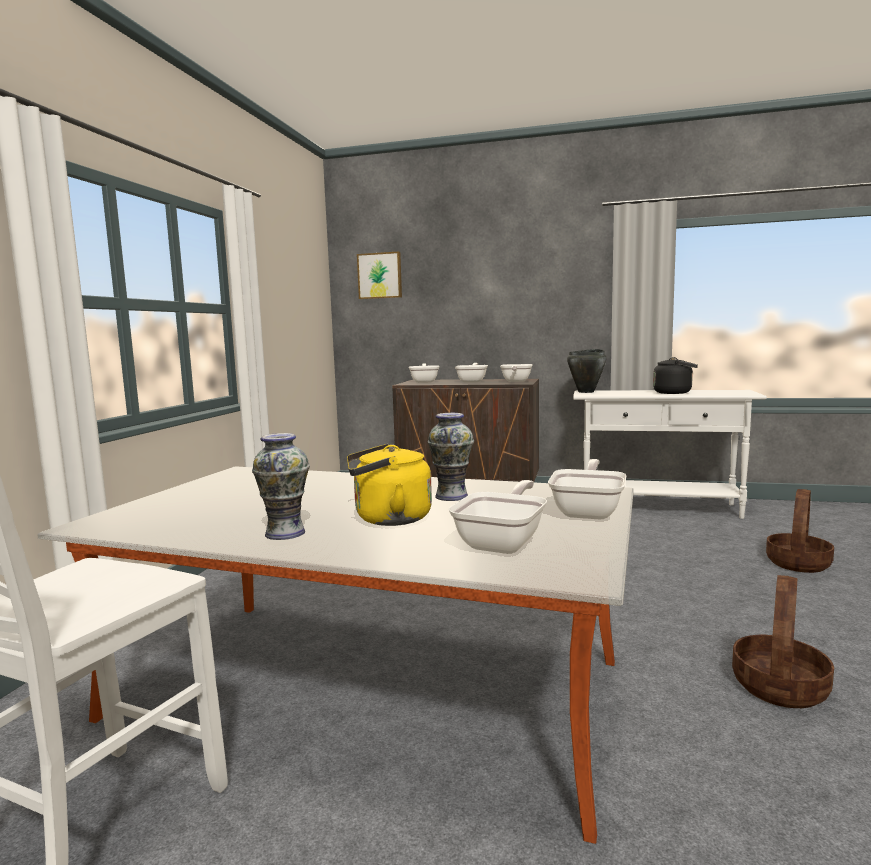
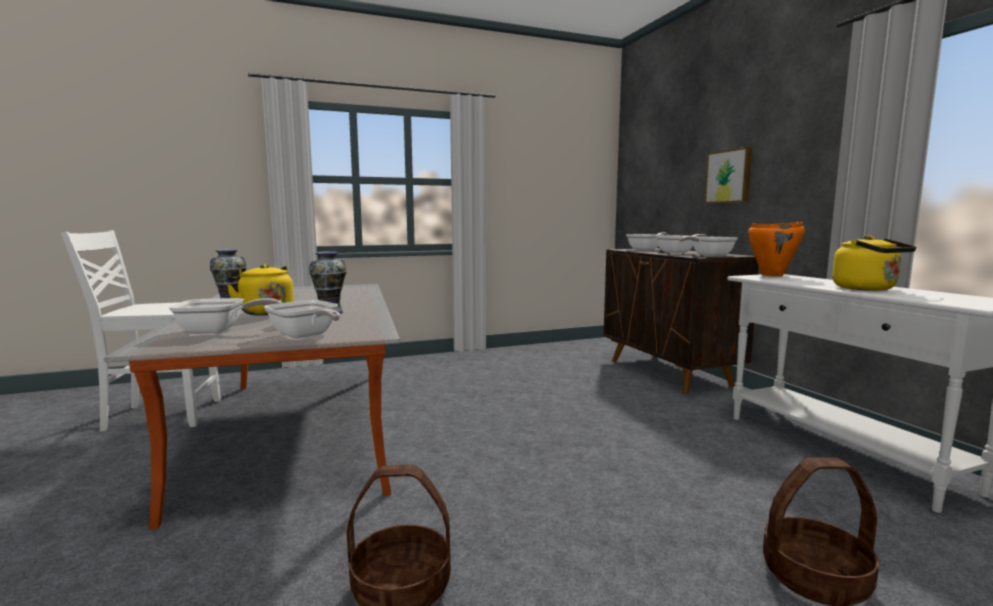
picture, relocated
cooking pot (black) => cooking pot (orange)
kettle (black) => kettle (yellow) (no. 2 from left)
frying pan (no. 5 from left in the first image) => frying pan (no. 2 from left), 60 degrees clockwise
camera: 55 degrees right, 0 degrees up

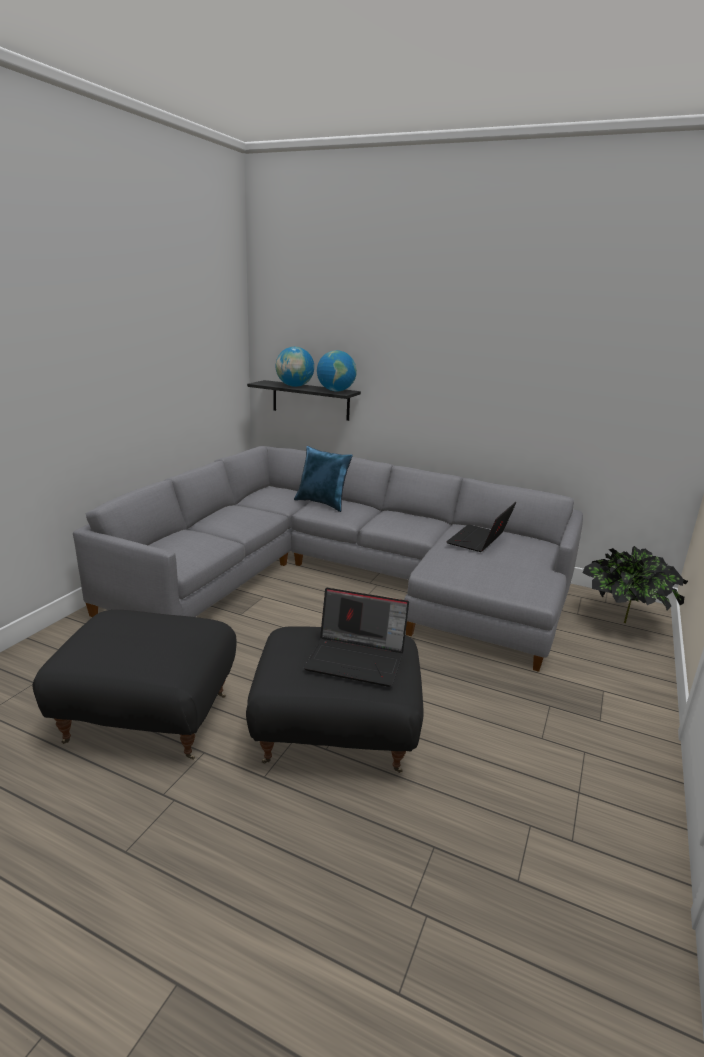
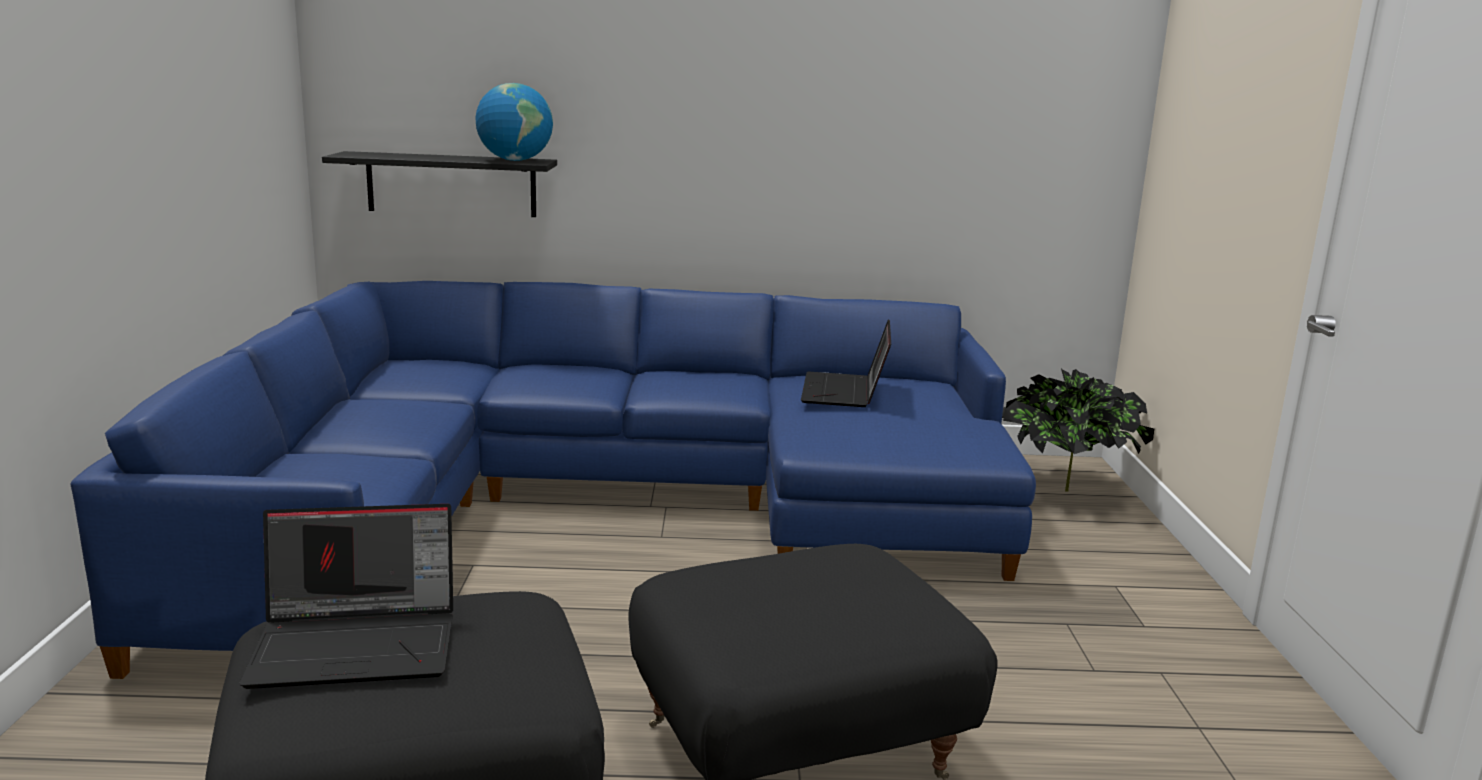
globe (no. 1 from left) => nothing
sofa (grey) => sofa (blue)
pillow (blue) => nothing
laptop (no. 1 from left), relocated
camera: 25 degrees left, 5 degrees down

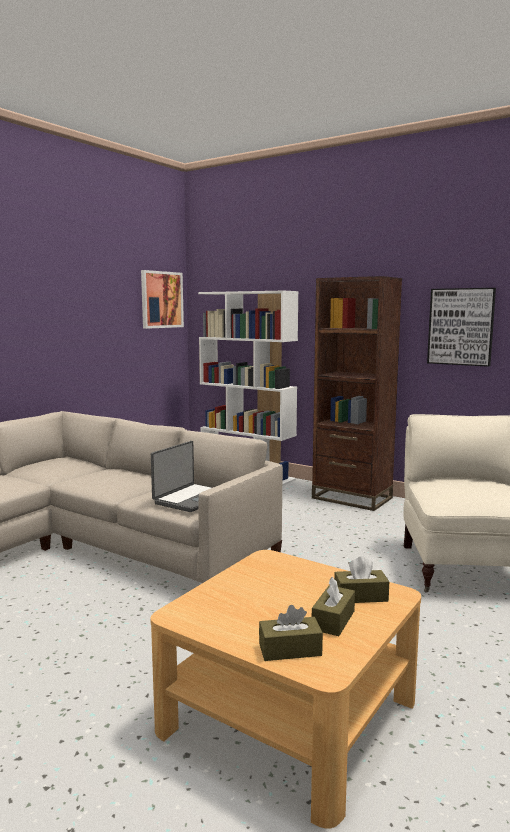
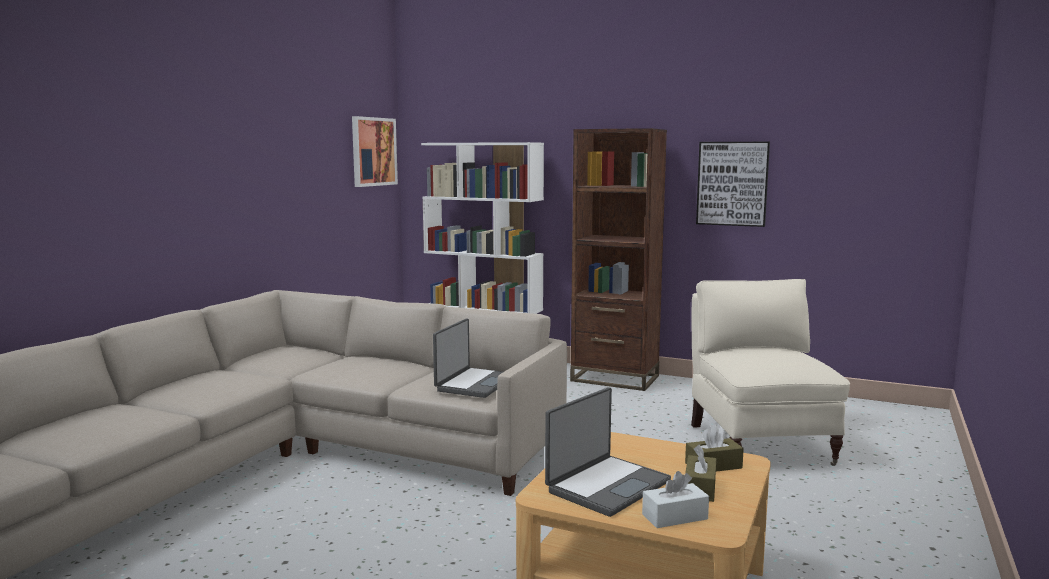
tissue box (brown) (no. 1 from left) => tissue box (white)
nothing => laptop (no. 2 from left)
camera: 10 degrees left, 0 degrees up

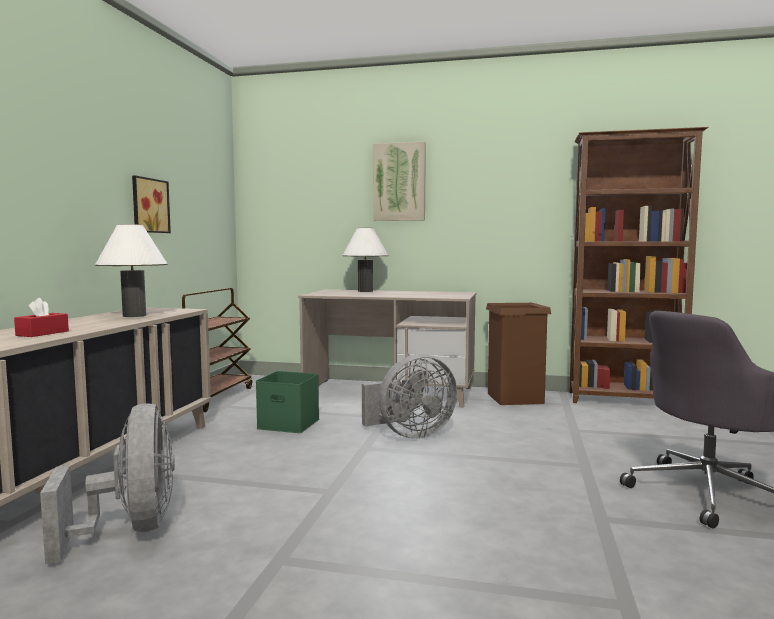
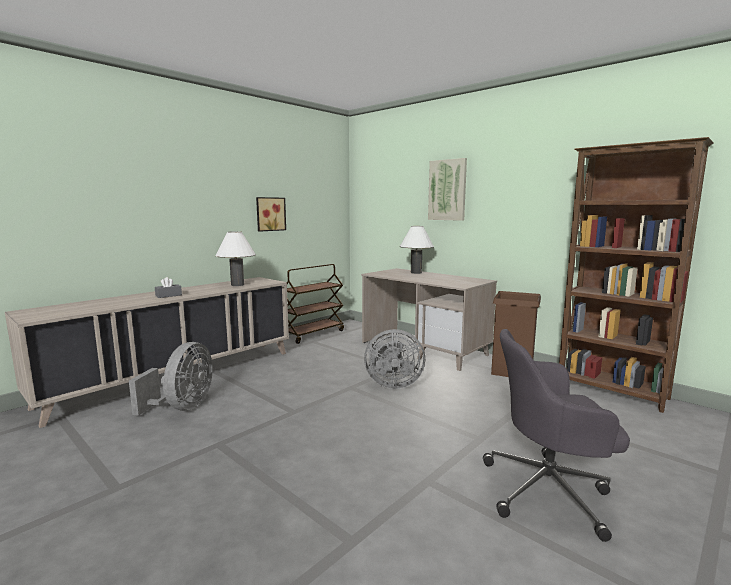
tissue box (red) => tissue box (grey)
storage box (green) => nothing
camera: 30 degrees right, 5 degrees up

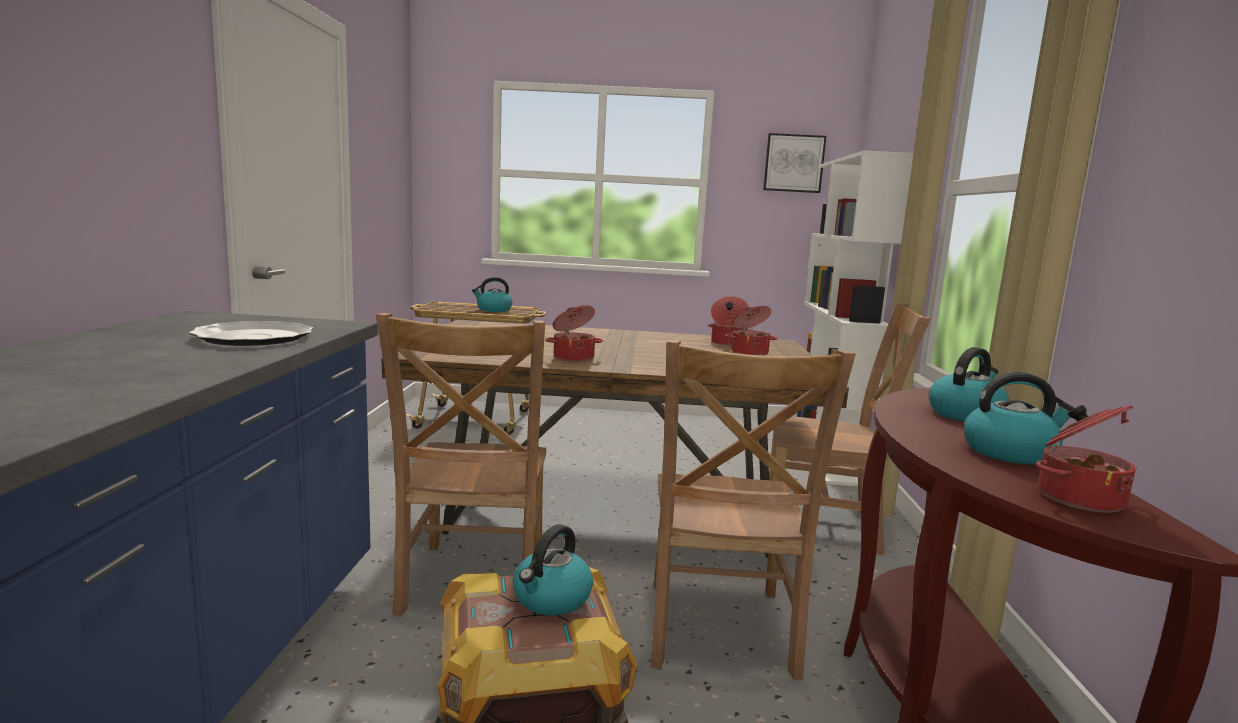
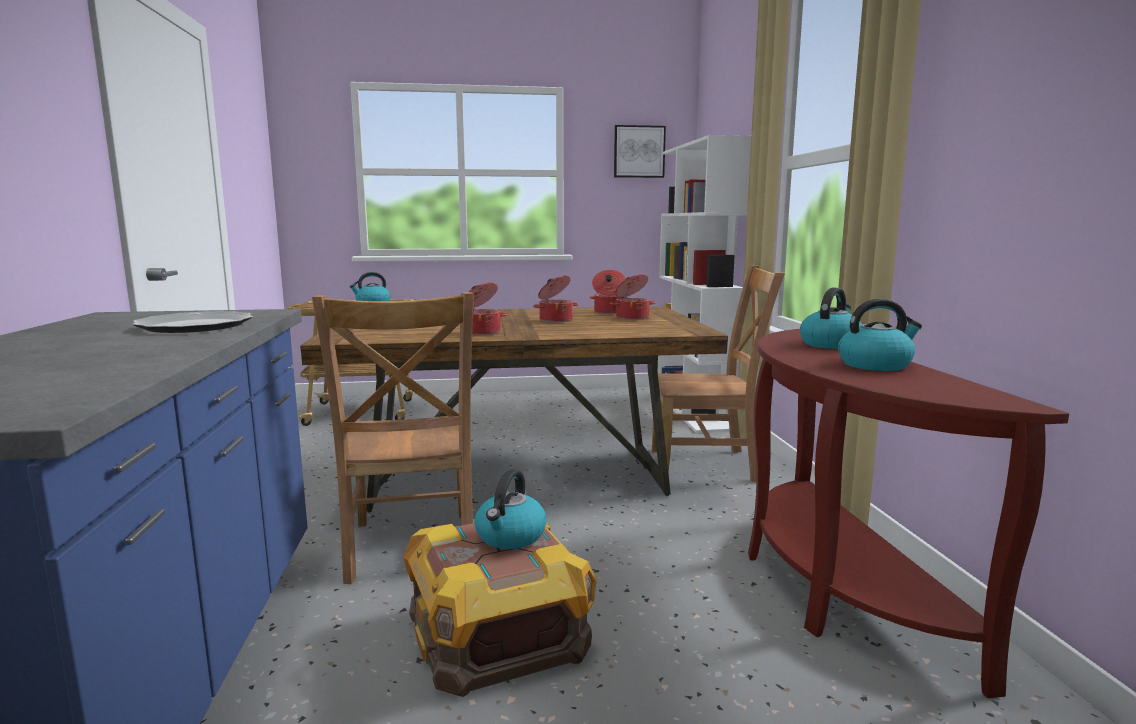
chair (brown) (no. 2 from left) => nothing
cooking pot (no. 4 from left in the first image) => cooking pot (no. 2 from left), relocated
camera: 10 degrees left, 0 degrees up

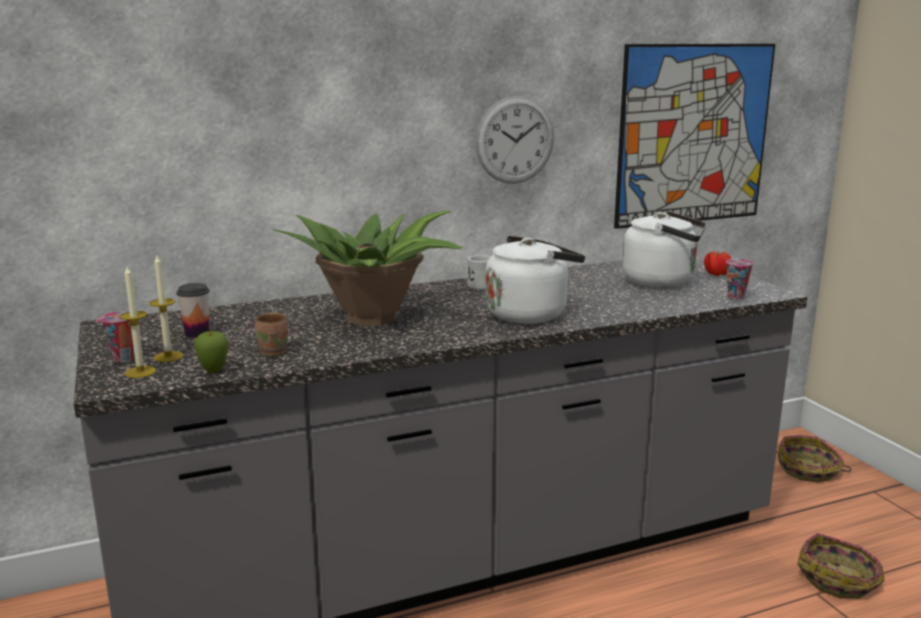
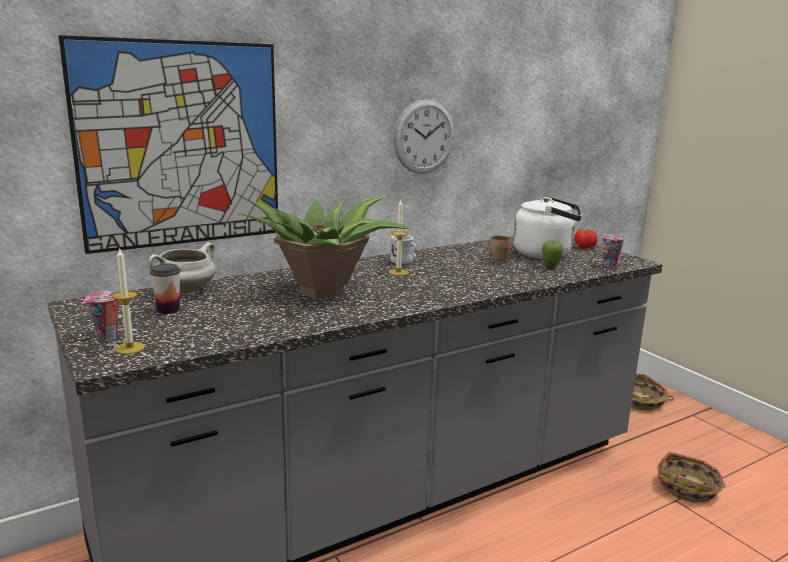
picture, relocated
kettle (white) (no. 1 from left) => nothing
candle (no. 2 from left), relocated
mug (brown), relocated
apple, relocated
nothing => cooking pot (white)
camera: 10 degrees left, 0 degrees up

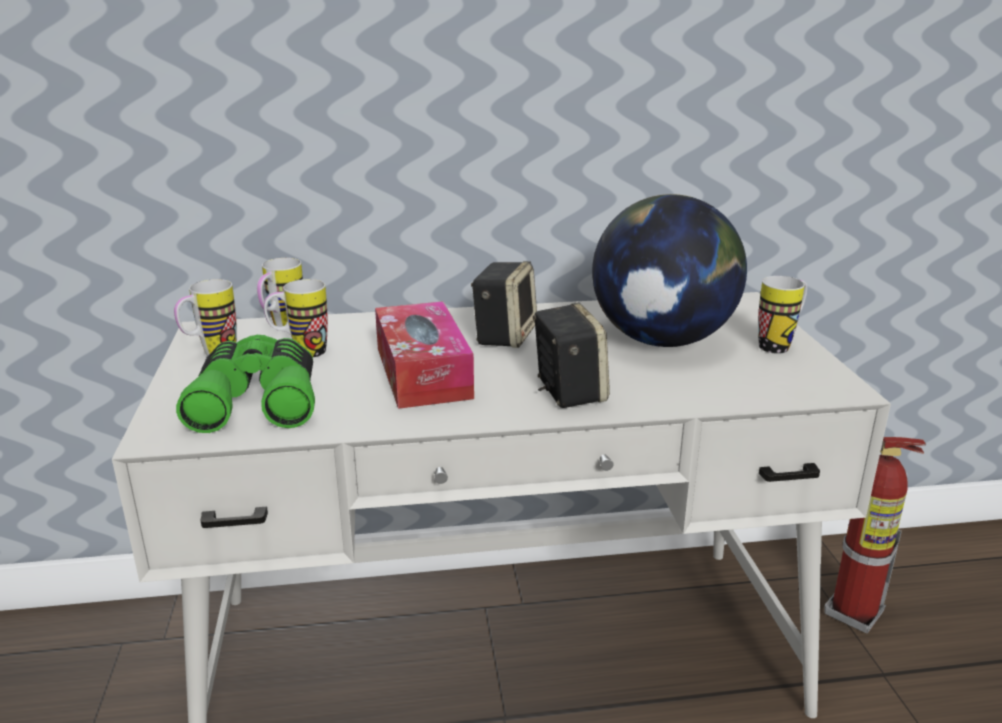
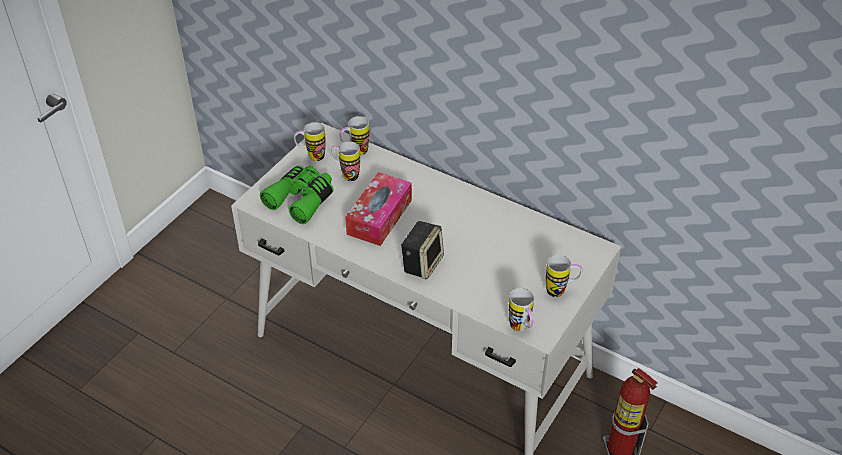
globe => nothing
speaker (no. 1 from left) => nothing
nothing => mug (no. 4 from left)
camera: 40 degrees right, 20 degrees up

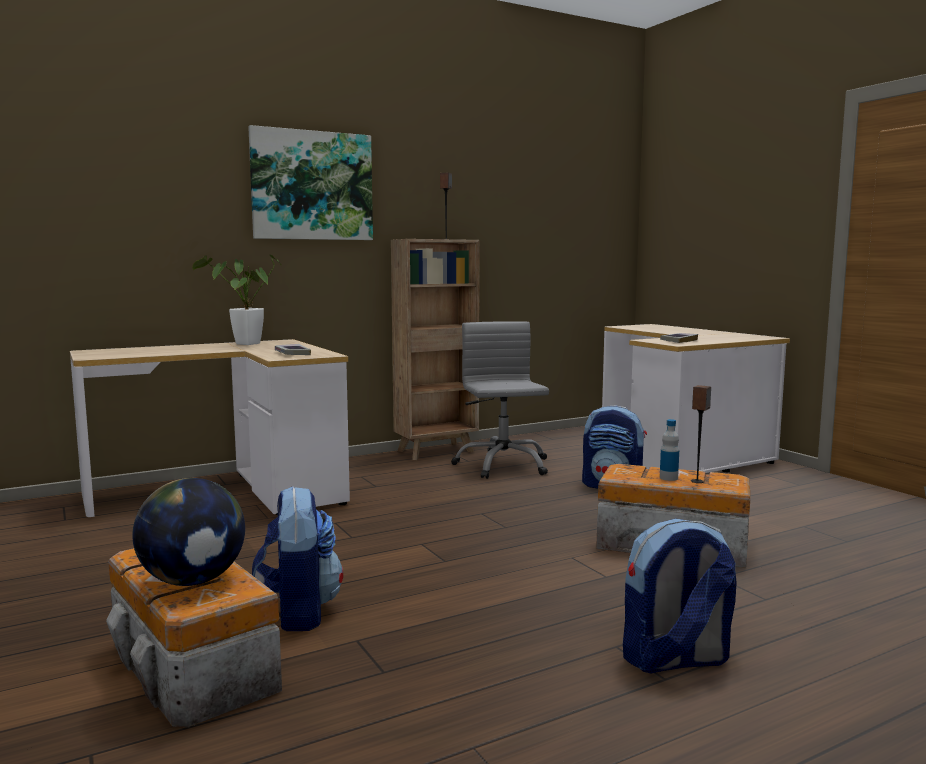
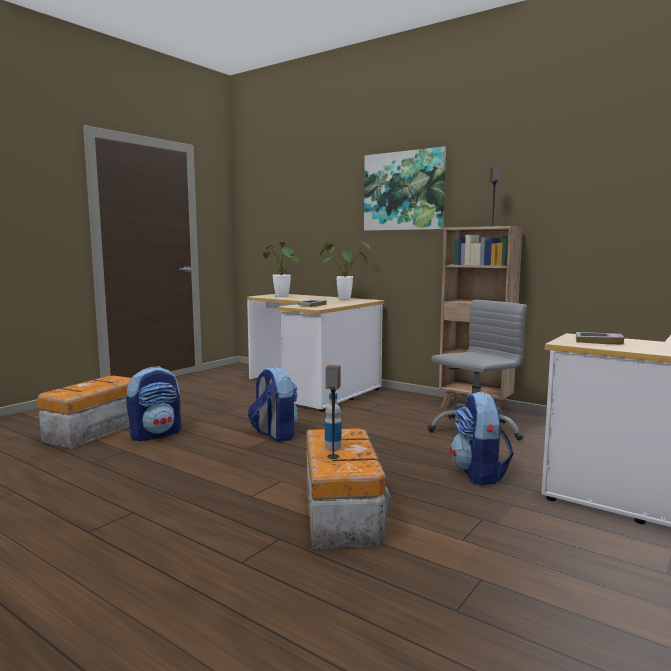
globe => nothing
backpack (no. 3 from left in the first image) => backpack (no. 2 from left), relocated
nothing => potted plant (no. 1 from left)
camera: 65 degrees right, 0 degrees up

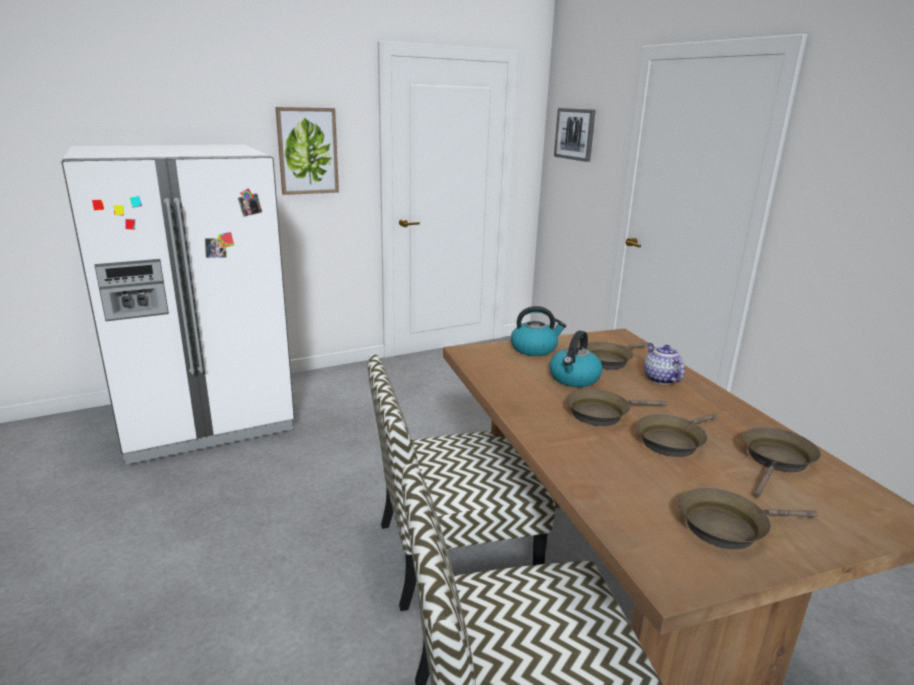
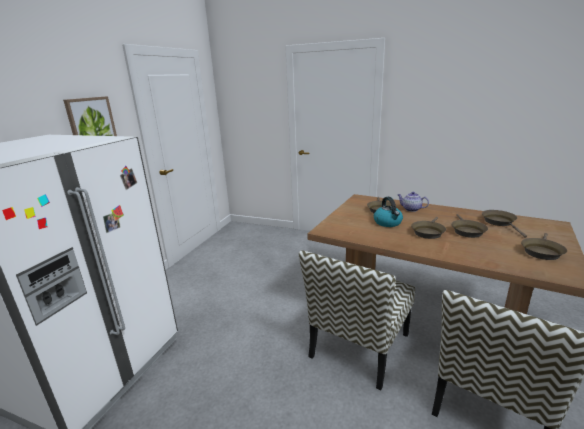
picture (no. 2 from left) => nothing
kettle (no. 1 from left) => nothing
camera: 40 degrees left, 0 degrees up

